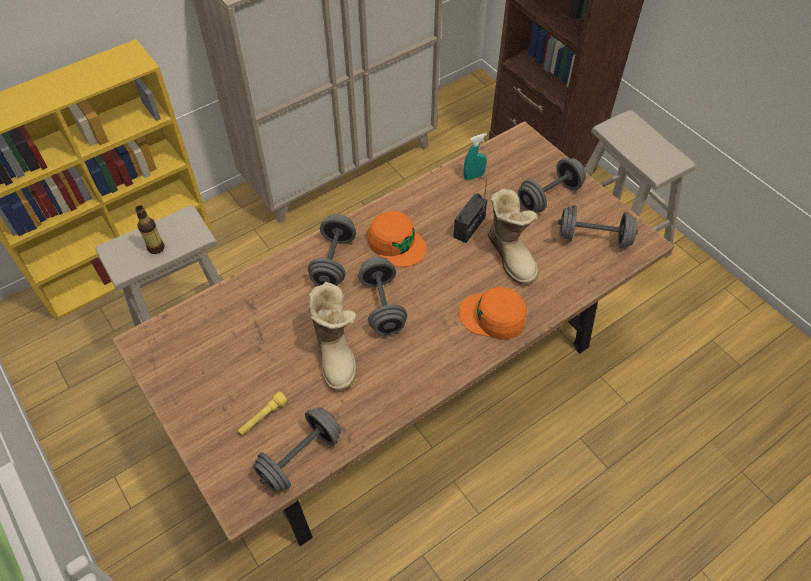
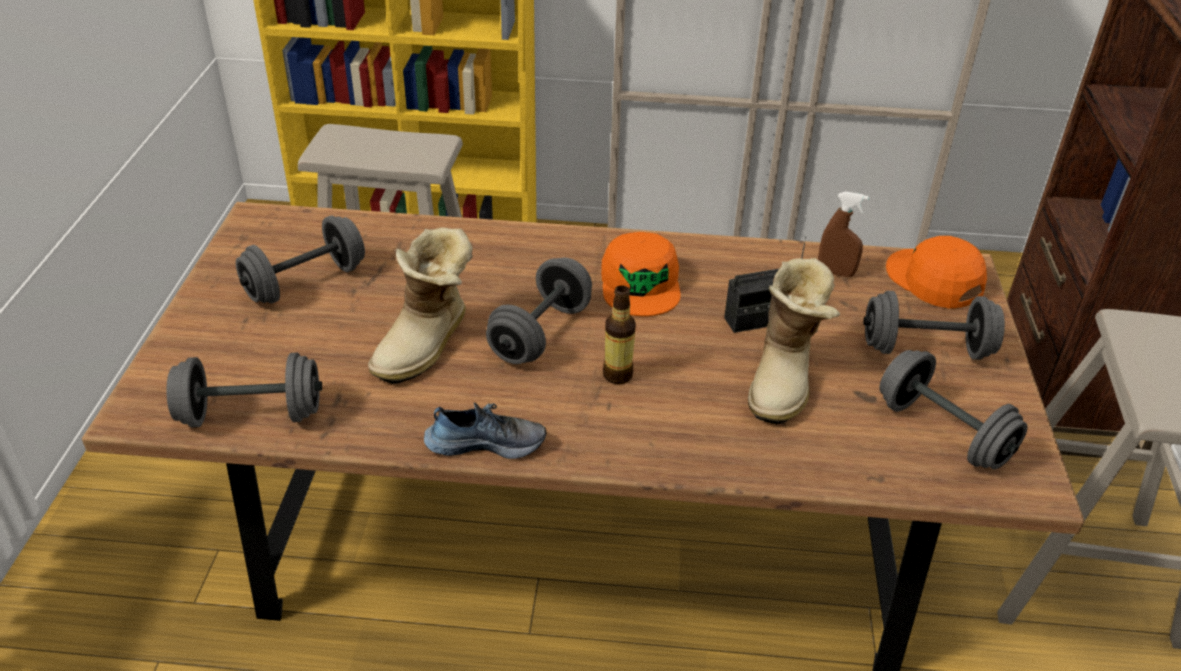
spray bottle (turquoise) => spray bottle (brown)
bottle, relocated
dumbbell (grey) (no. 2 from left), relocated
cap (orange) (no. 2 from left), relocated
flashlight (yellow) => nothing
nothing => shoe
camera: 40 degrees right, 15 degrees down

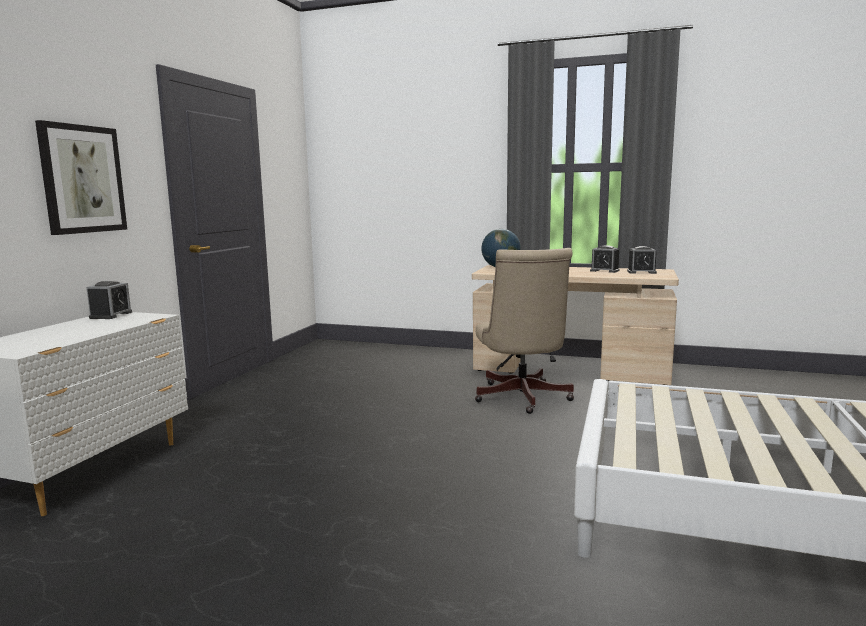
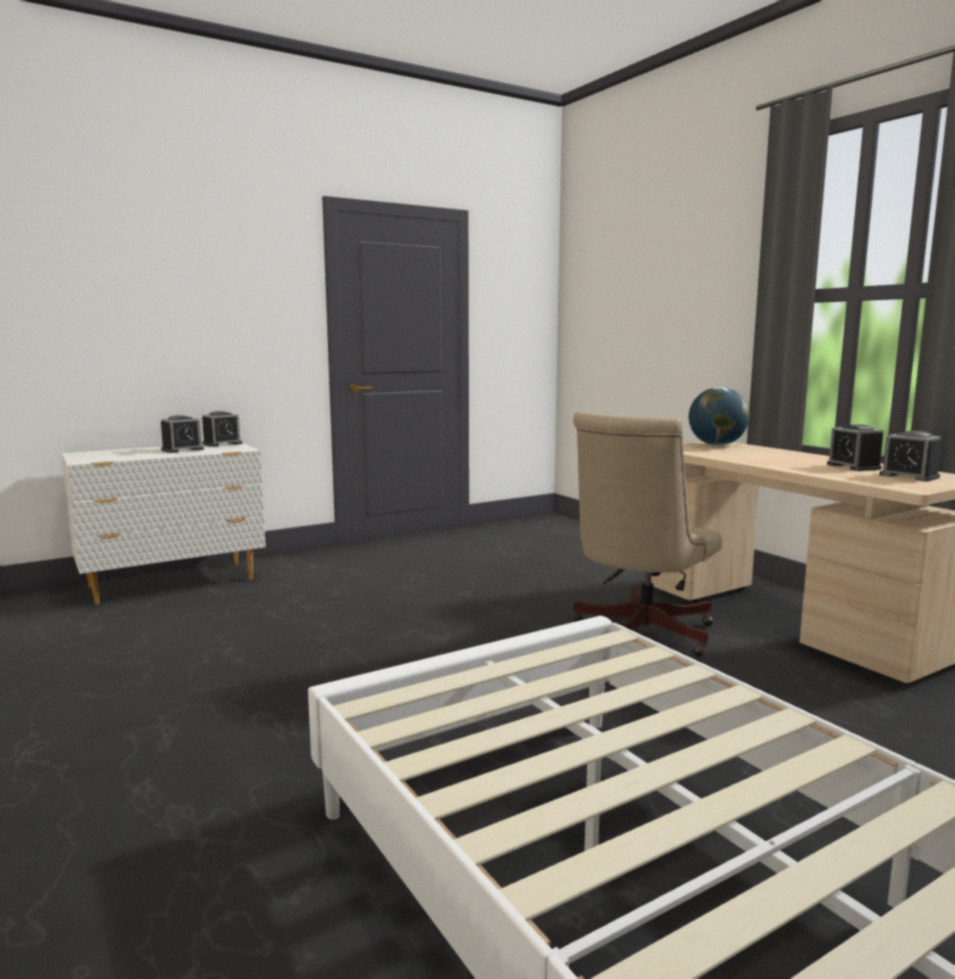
picture => nothing
nothing => alarm clock (no. 1 from left)
camera: 40 degrees right, 0 degrees up

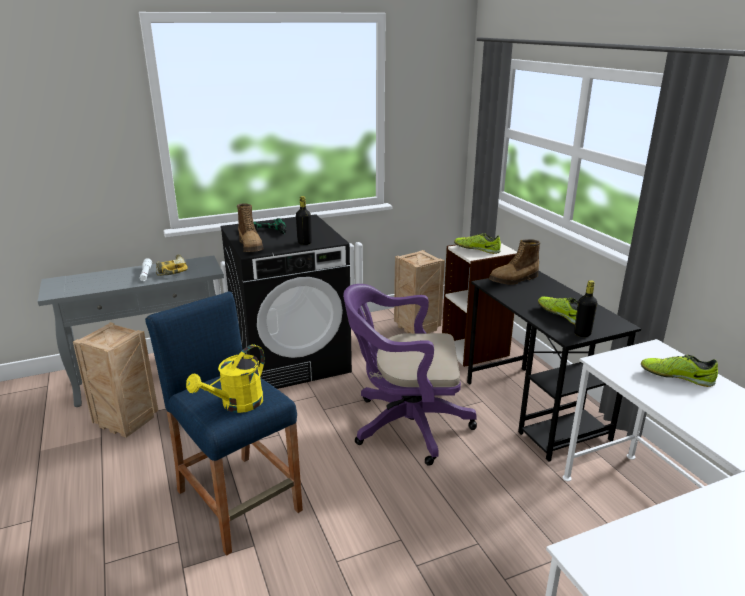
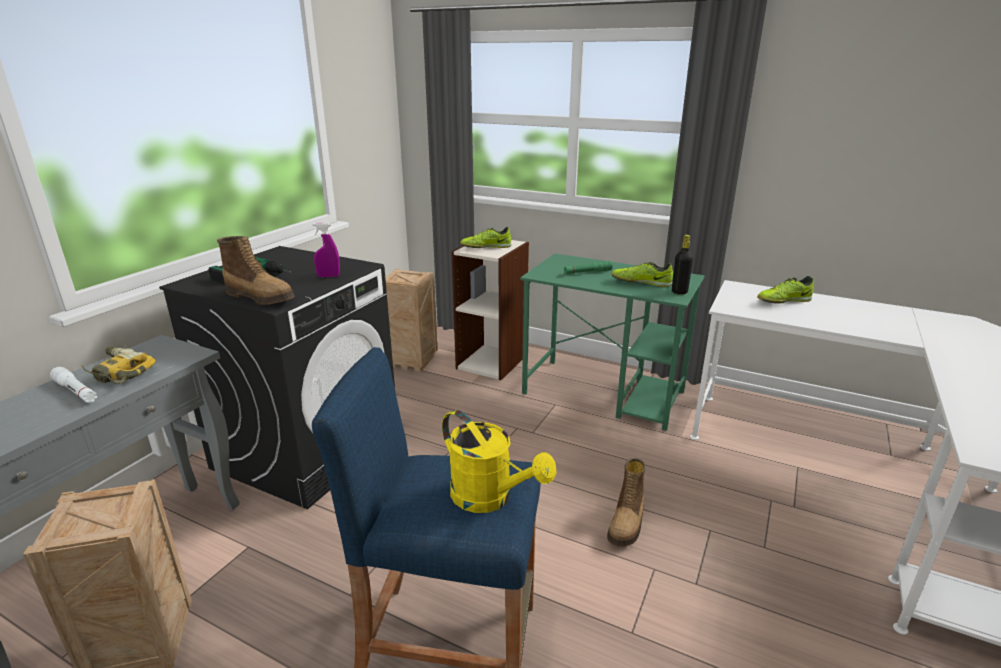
bottle (black) (no. 1 from left) => spray bottle (purple)
boot (no. 2 from left), relocated
desk (black) => desk (green)
office chair (purple) => nothing
watering can (yellow), 45 degrees counterclockwise
nothing => flashlight (green)
camera: 40 degrees left, 0 degrees up

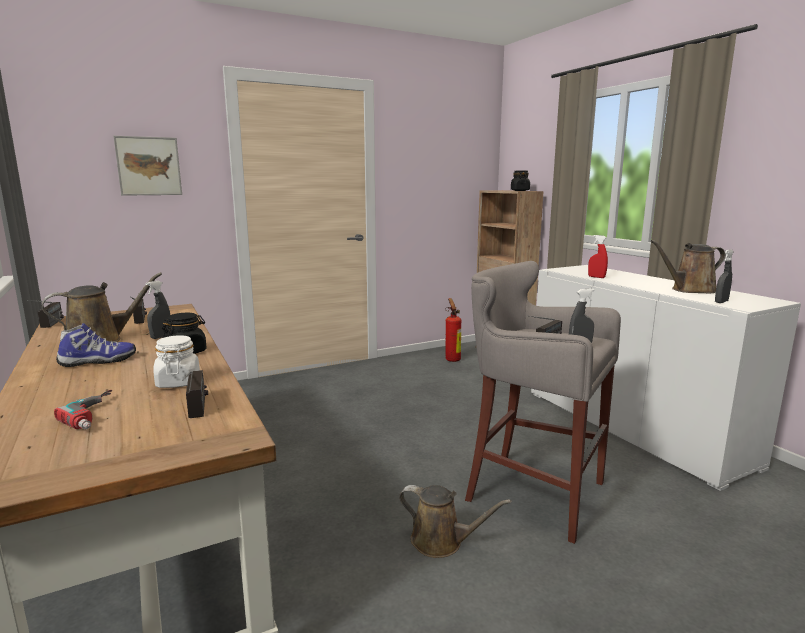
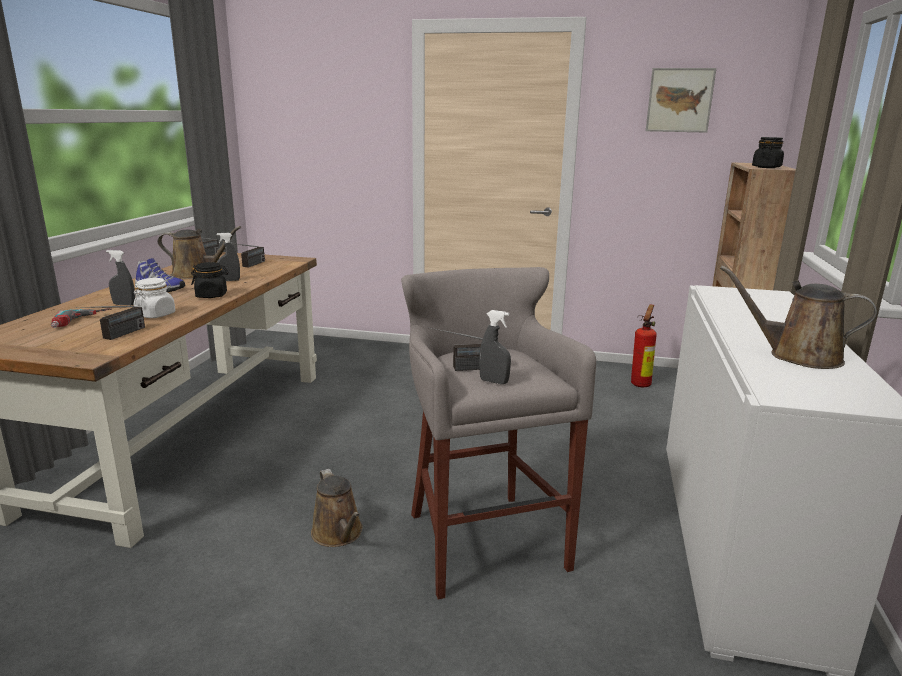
picture, relocated
spray bottle (red) => nothing
spray bottle (grey) (no. 3 from left in the first image) => spray bottle (grey) (no. 1 from left), relocated
camera: 40 degrees right, 5 degrees up

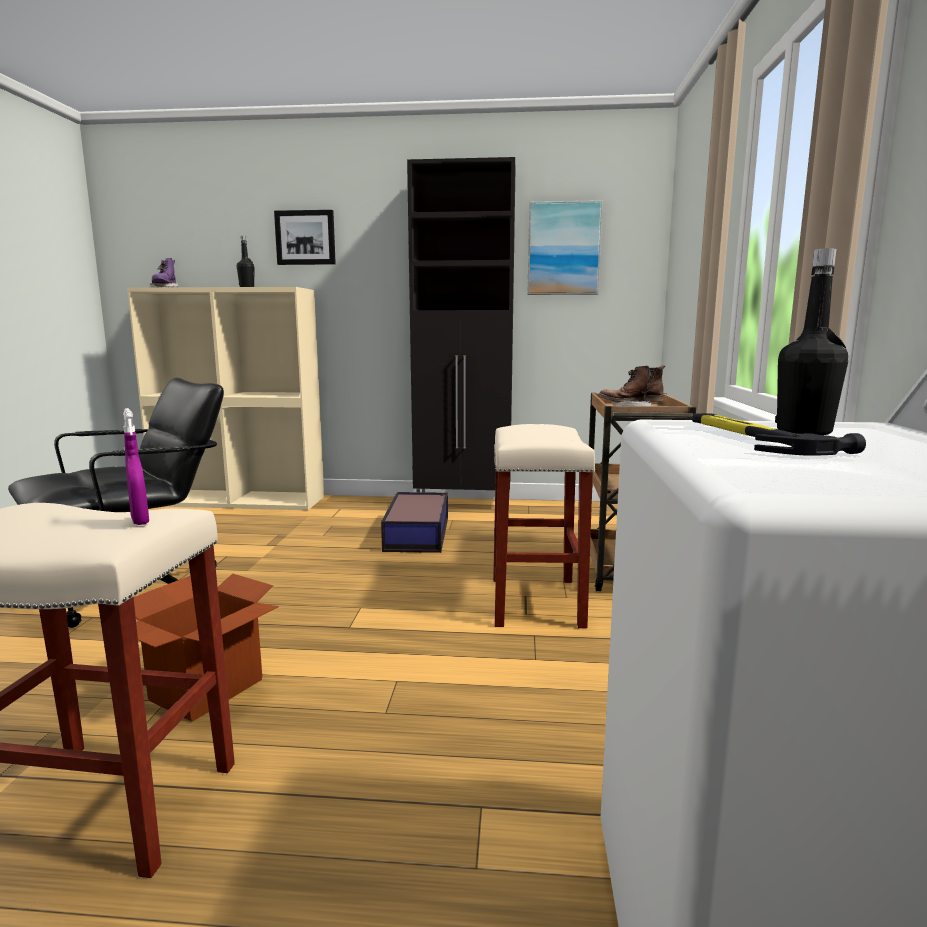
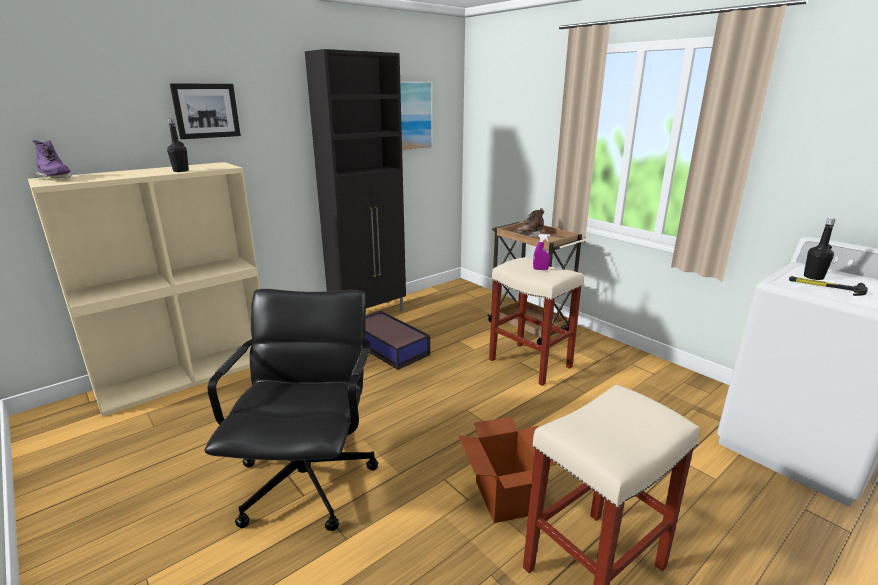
spray bottle (purple), relocated
camera: 45 degrees left, 10 degrees up

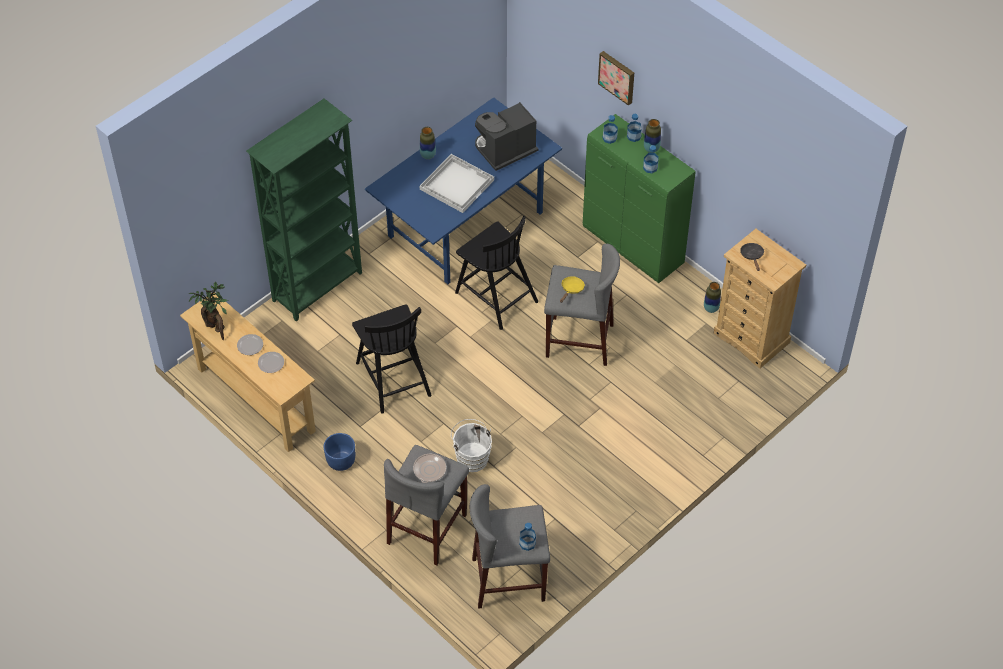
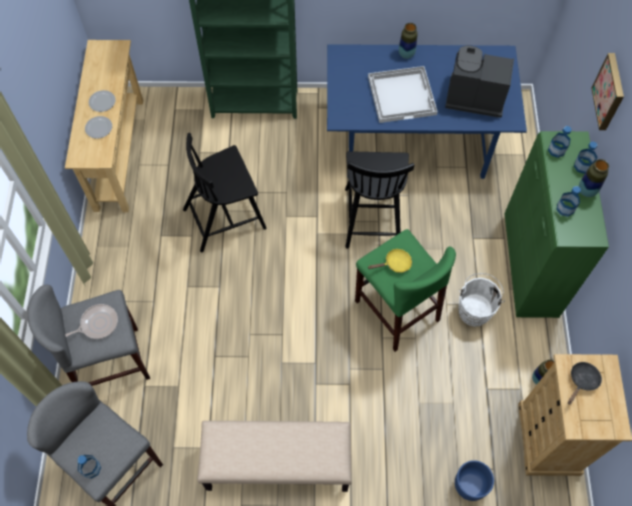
stool (grey) (no. 3 from left) => stool (green)
potted plant => nothing
chair (black) (no. 1 from left), 45 degrees clockwise
bucket (white), relocated
planter (blue), relocated
nothing => bench (beige)
camera: 45 degrees right, 10 degrees up

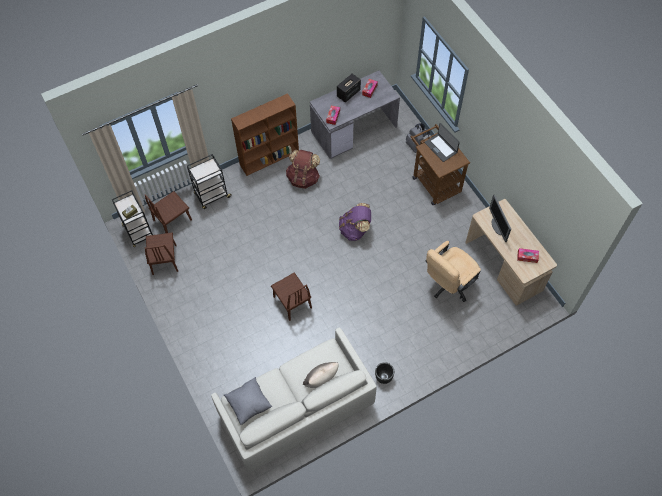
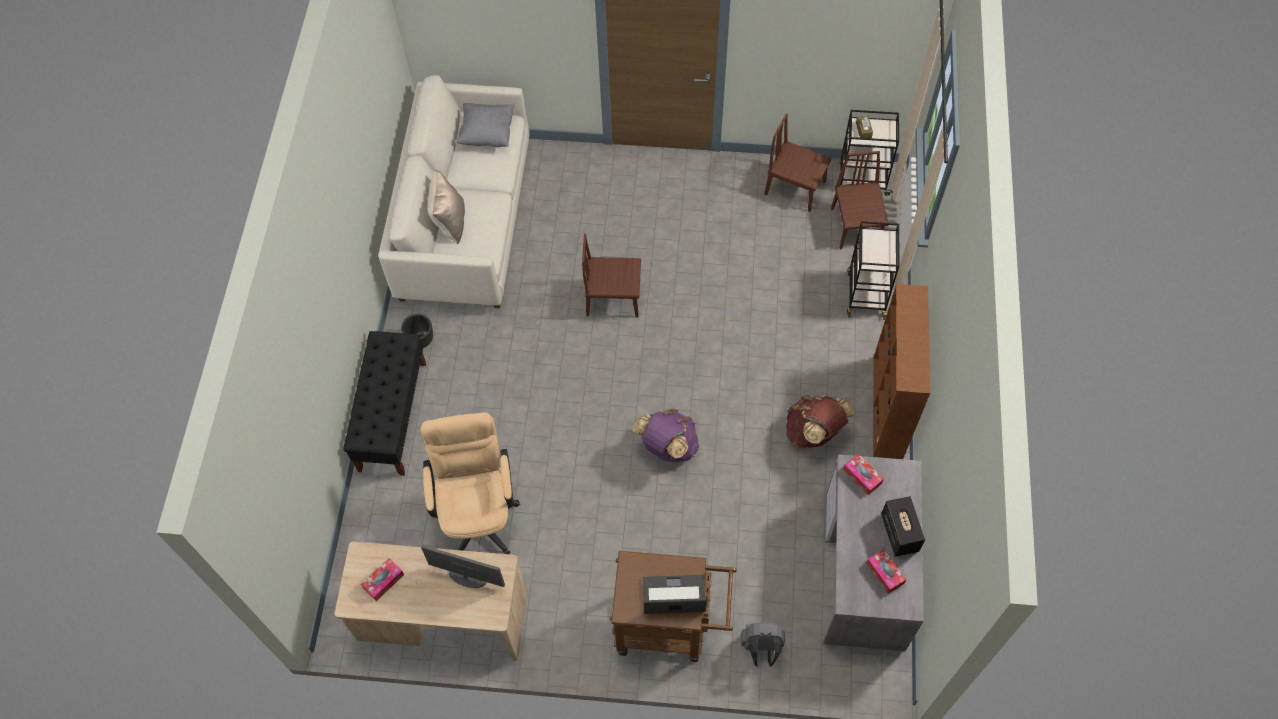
nothing => bench (black)
camera: 125 degrees right, 0 degrees up

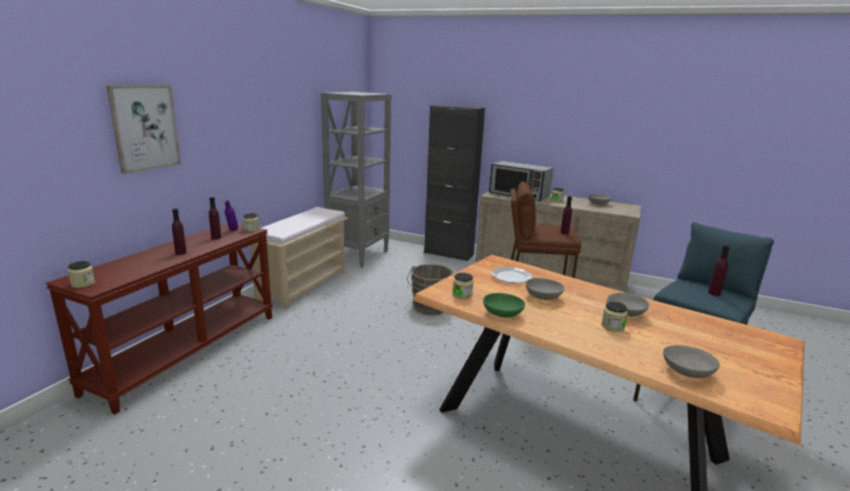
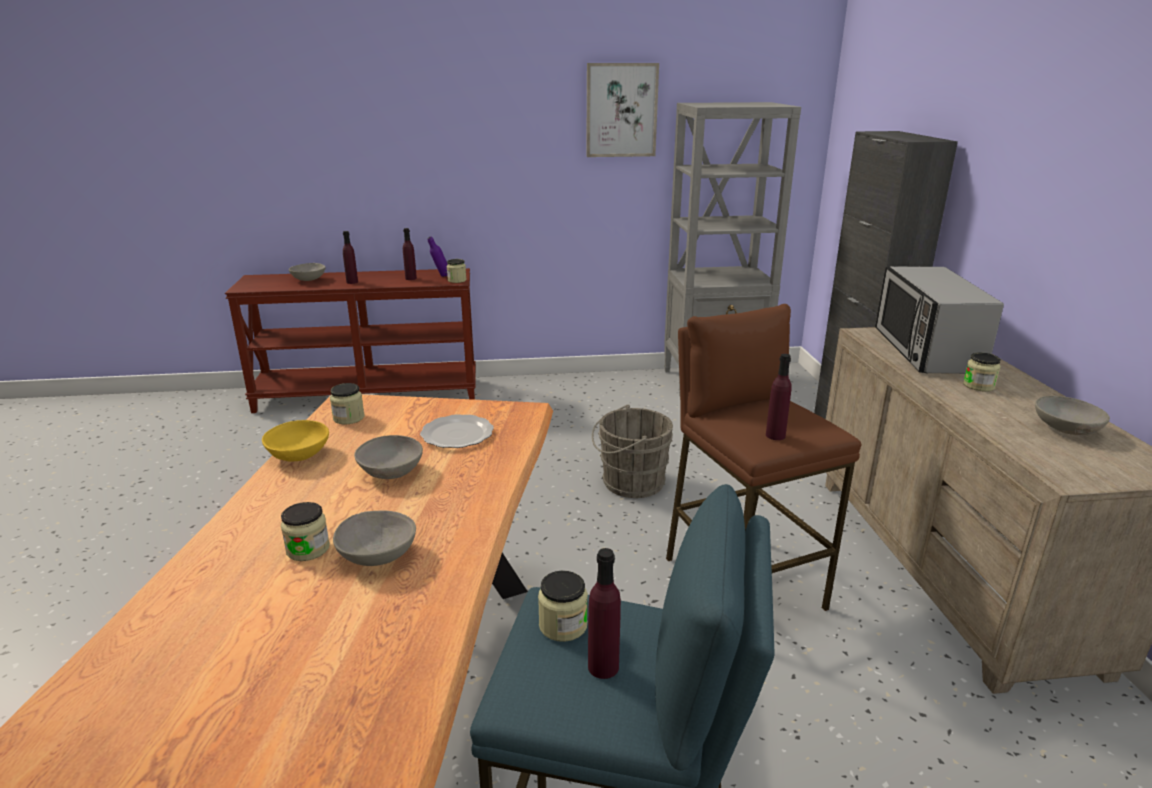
picture, relocated
bench (beige) => nothing
jar (no. 1 from left in the first image) => jar (no. 4 from left), relocated
bowl (green) => bowl (yellow)
bowl (grey) (no. 4 from left in the first image) => bowl (grey) (no. 1 from left), relocated
camera: 60 degrees right, 5 degrees up

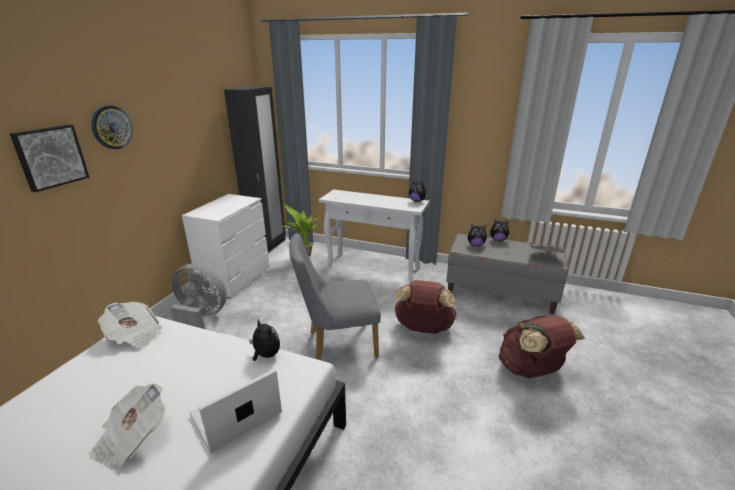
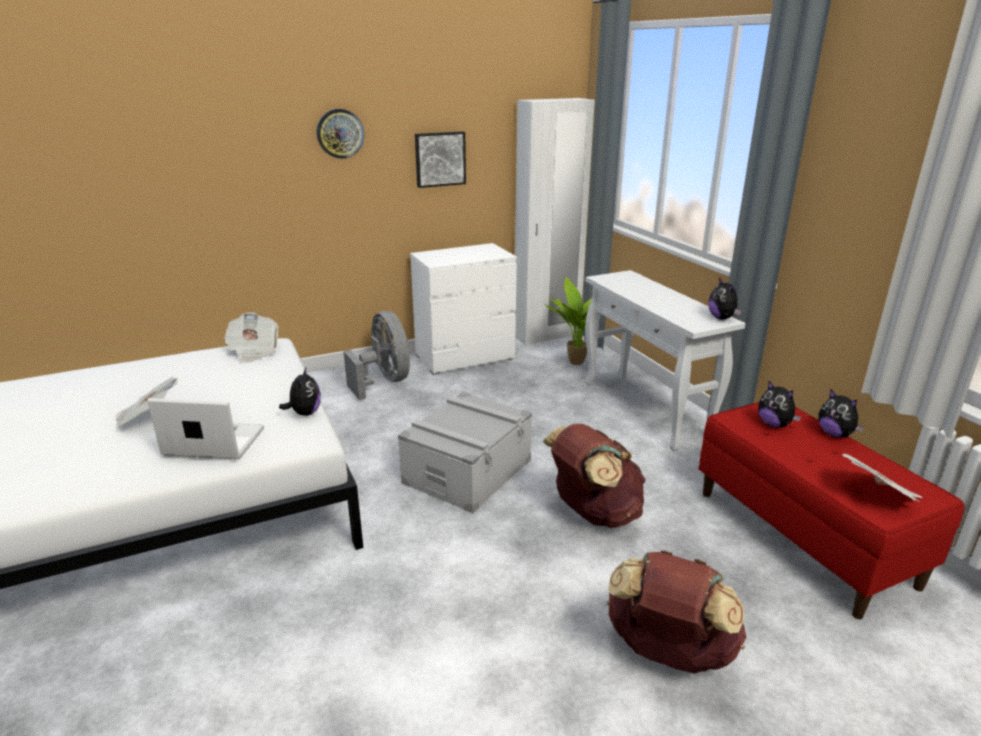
wardrobe (black) => wardrobe (white)
picture, relocated
chair (grey) => storage box (grey)
bench (grey) => bench (red)
camera: 45 degrees right, 0 degrees up

